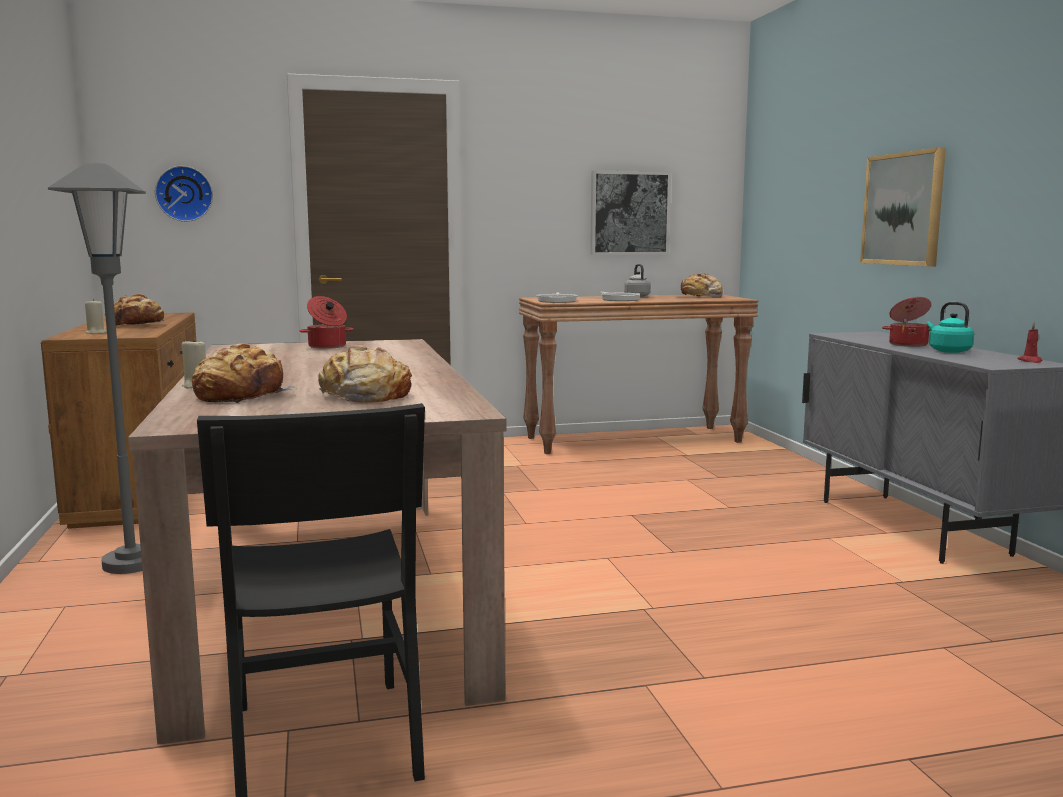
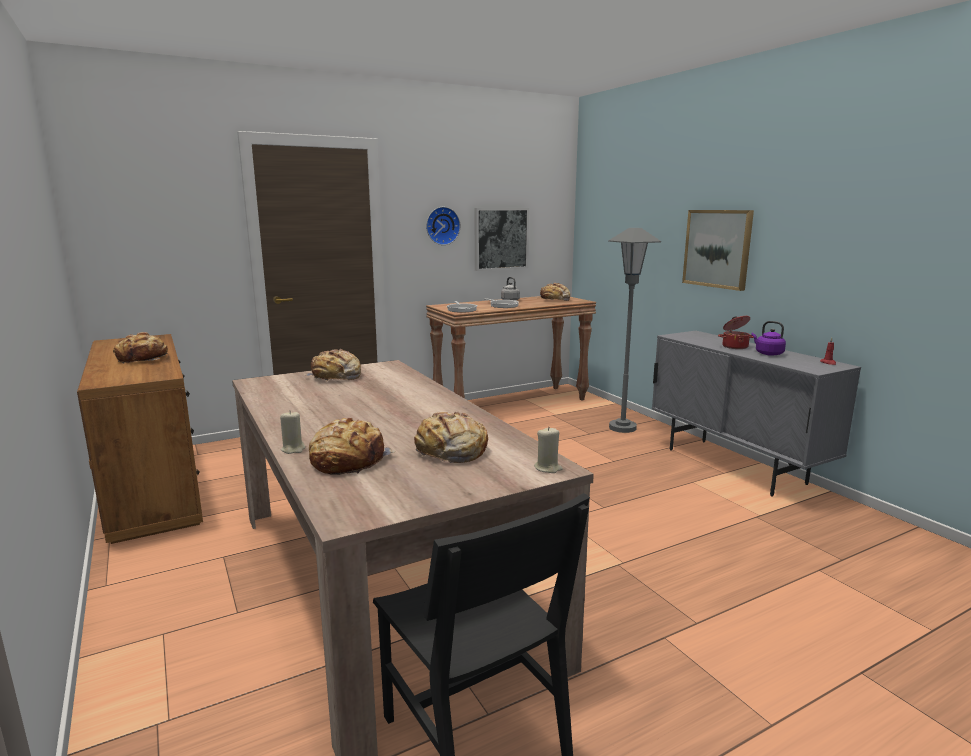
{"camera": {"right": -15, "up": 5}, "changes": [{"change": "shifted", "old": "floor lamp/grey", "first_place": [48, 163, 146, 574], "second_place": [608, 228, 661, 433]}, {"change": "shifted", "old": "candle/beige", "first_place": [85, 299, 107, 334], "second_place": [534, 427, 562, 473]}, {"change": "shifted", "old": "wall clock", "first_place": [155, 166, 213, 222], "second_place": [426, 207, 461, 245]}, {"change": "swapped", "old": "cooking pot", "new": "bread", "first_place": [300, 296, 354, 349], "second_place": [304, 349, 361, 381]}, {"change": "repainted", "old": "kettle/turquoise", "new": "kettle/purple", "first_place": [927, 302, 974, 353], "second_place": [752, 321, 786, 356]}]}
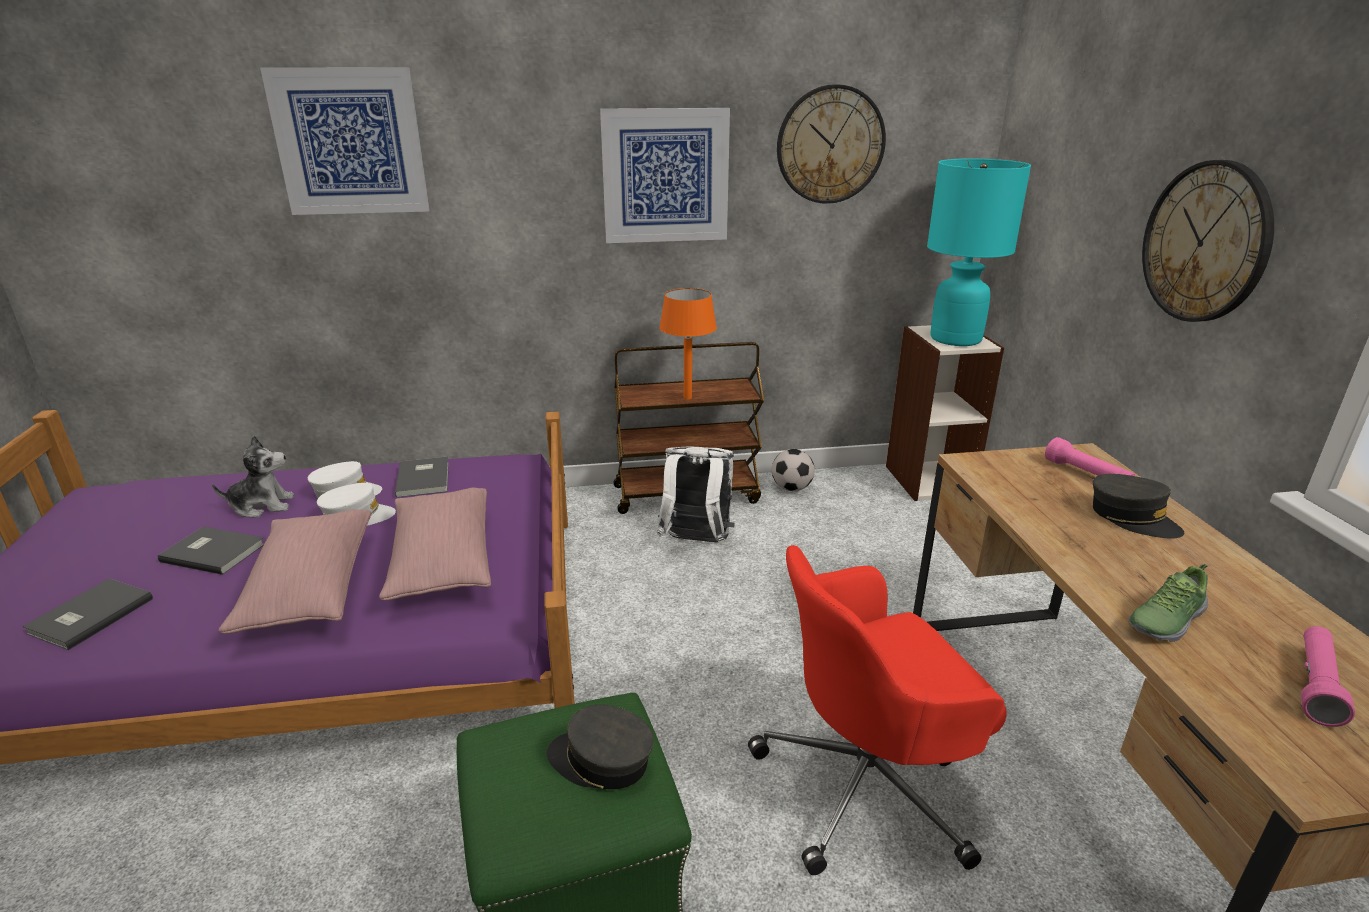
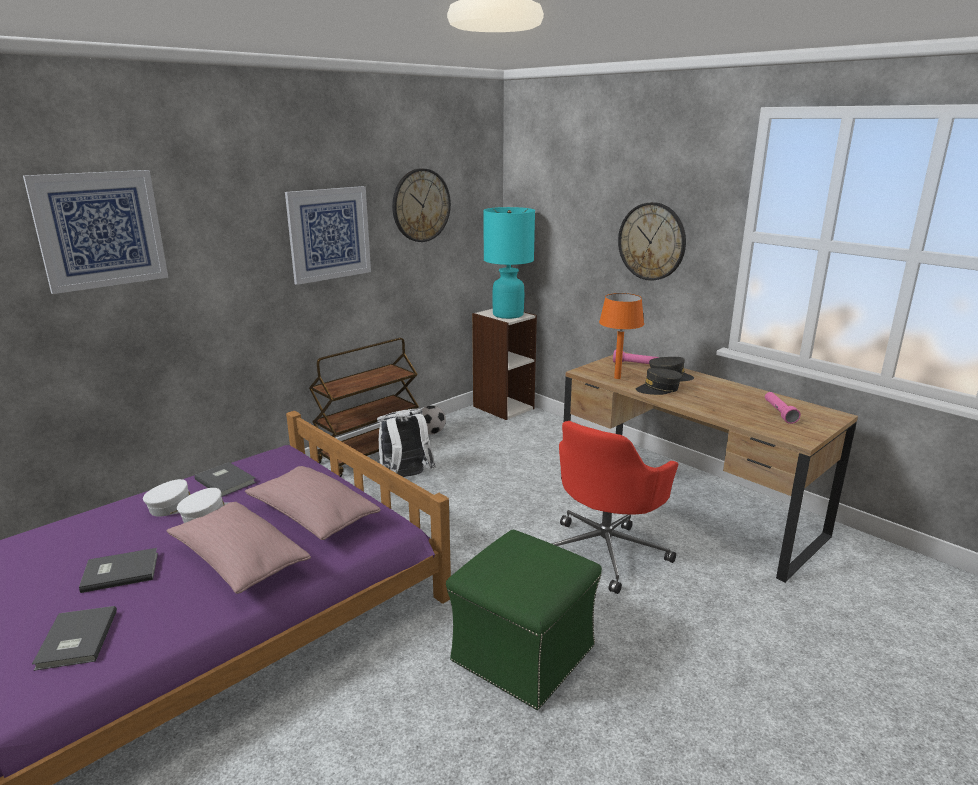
{"camera": {"right": -35, "up": -5}, "changes": [{"change": "gone", "old": "plush toy", "first_place": [212, 435, 294, 518]}, {"change": "shifted", "old": "cap/grey", "first_place": [547, 705, 654, 789], "second_place": [636, 368, 682, 395]}, {"change": "shifted", "old": "table lamp/orange", "first_place": [659, 288, 717, 399], "second_place": [599, 293, 644, 379]}, {"change": "gone", "old": "shoe", "first_place": [1128, 564, 1208, 642]}]}
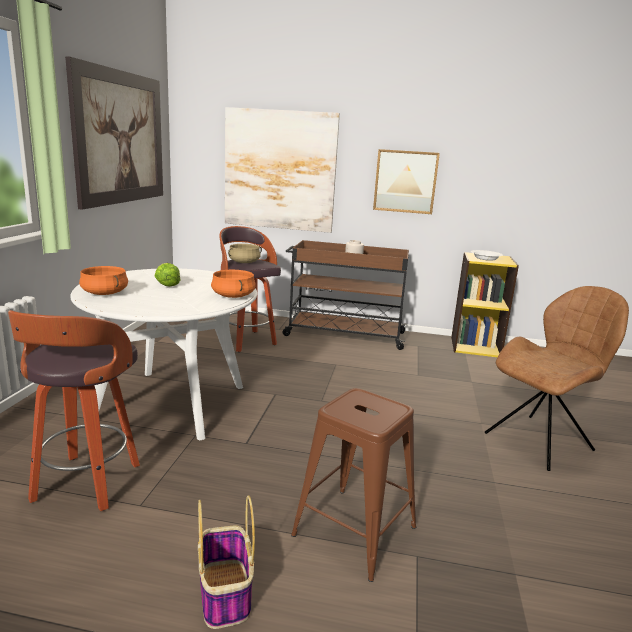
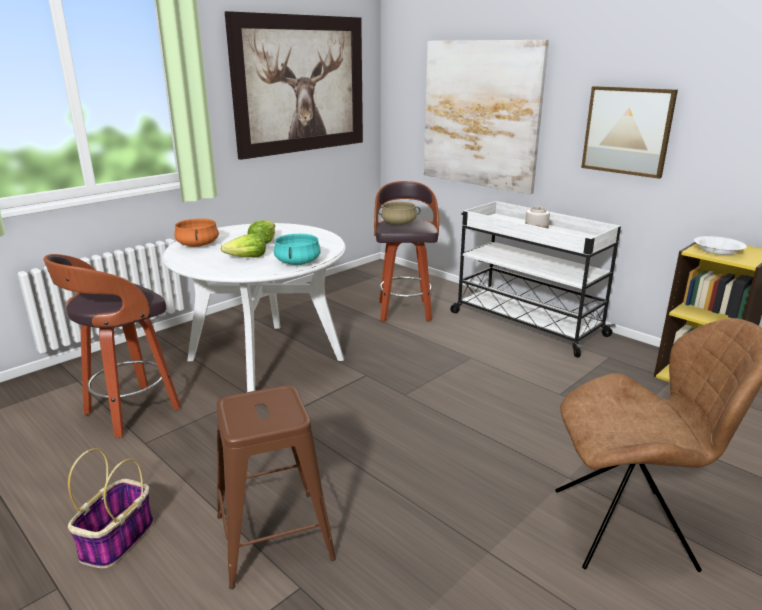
{"camera": {"right": 35, "up": 5}, "changes": [{"change": "repainted", "old": "cooking pot/orange", "new": "cooking pot/turquoise", "first_place": [211, 270, 256, 298], "second_place": [274, 234, 321, 265]}, {"change": "repainted", "old": "cart/brown", "new": "cart/white", "first_place": [283, 240, 409, 350], "second_place": [450, 201, 621, 358]}, {"change": "new", "new": "lettuce", "second_place": [221, 233, 266, 257]}]}
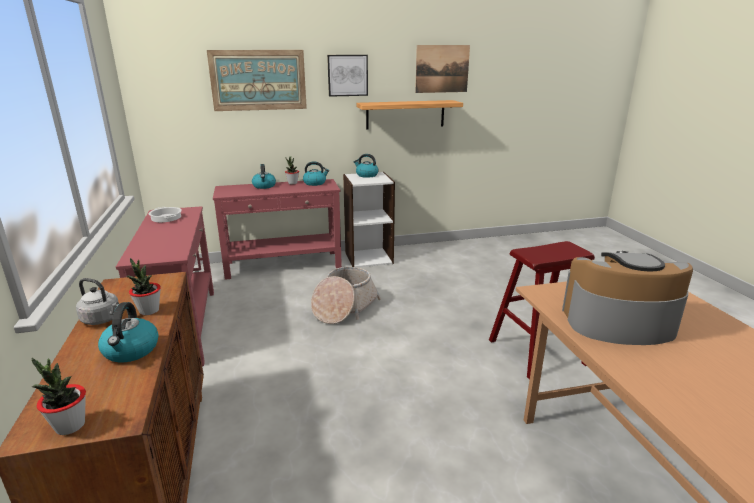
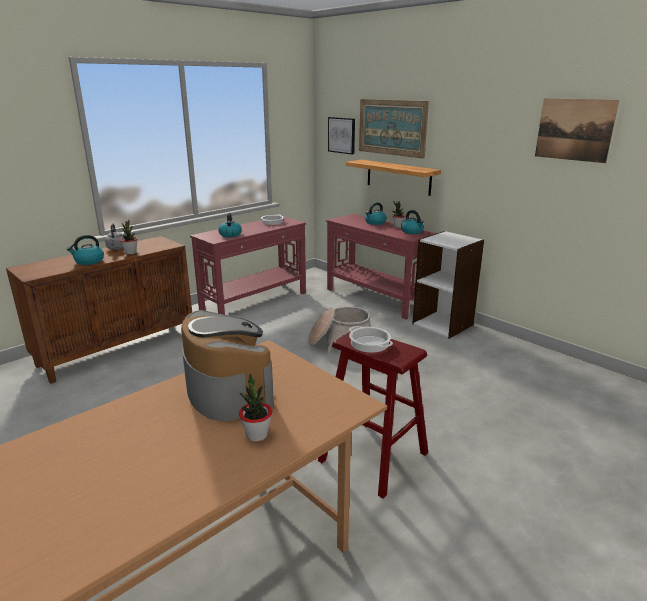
{"camera": {"right": 60, "up": 0}, "changes": [{"change": "shifted", "old": "potted plant", "first_place": [31, 358, 86, 435], "second_place": [239, 373, 272, 442]}, {"change": "shifted", "old": "picture", "first_place": [327, 55, 368, 97], "second_place": [328, 117, 355, 155]}, {"change": "shifted", "old": "kettle", "first_place": [354, 154, 378, 178], "second_place": [218, 213, 242, 237]}, {"change": "shifted", "old": "shelf", "first_place": [356, 100, 463, 129], "second_place": [346, 160, 441, 196]}, {"change": "new", "new": "cooking pot", "second_place": [349, 326, 393, 353]}]}
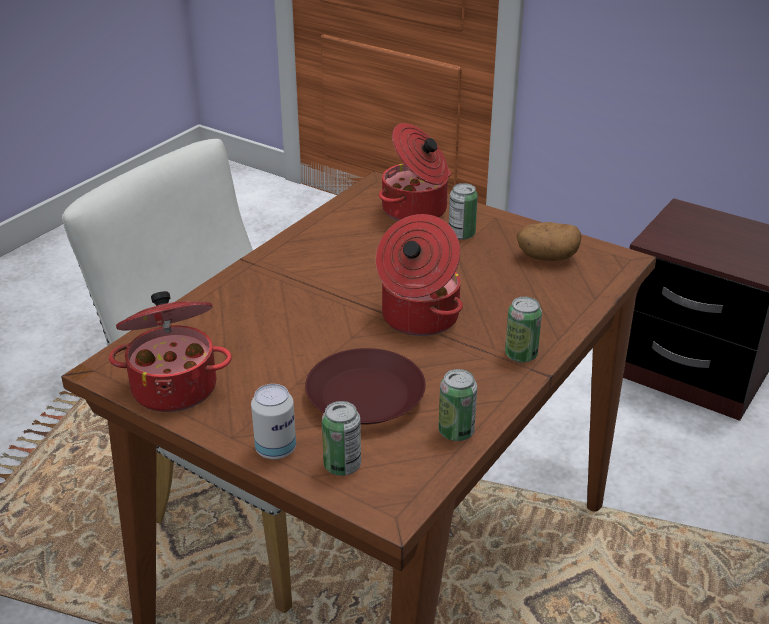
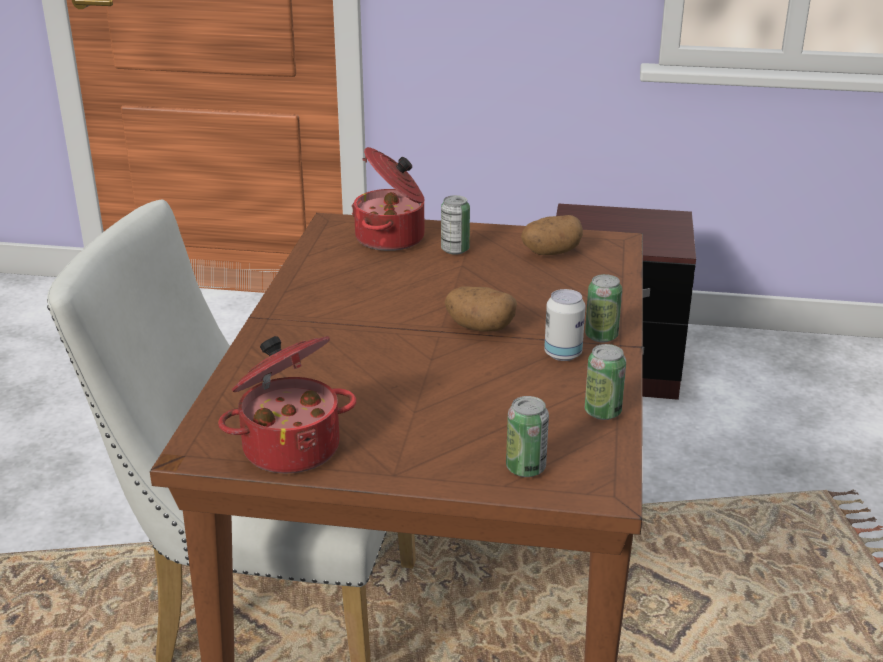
{"camera": {"right": -25, "up": -5}, "changes": [{"change": "shifted", "old": "can", "first_place": [251, 384, 296, 459], "second_place": [544, 289, 586, 361]}, {"change": "gone", "old": "plate/brown", "first_place": [305, 348, 426, 425]}, {"change": "swapped", "old": "cooking pot", "new": "potato", "first_place": [376, 214, 463, 336], "second_place": [445, 286, 517, 331]}]}
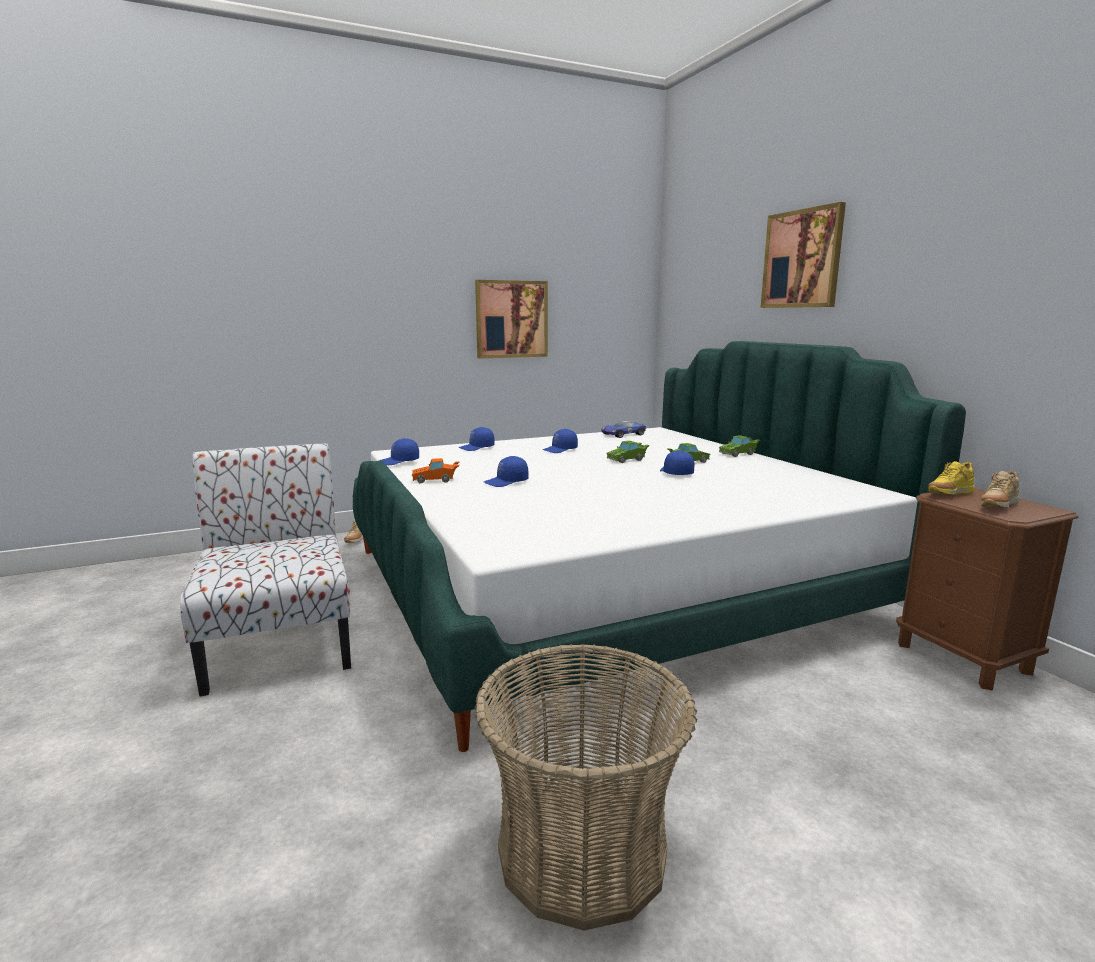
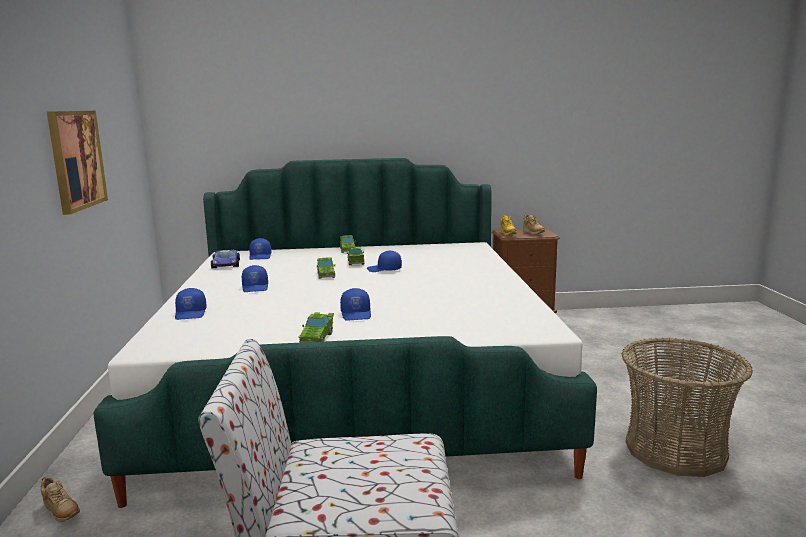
{"camera": {"right": -70, "up": 0}, "changes": [{"change": "shifted", "old": "cap/blue", "first_place": [379, 438, 419, 465], "second_place": [249, 238, 272, 260]}, {"change": "repainted", "old": "toy car/orange", "new": "toy car/green", "first_place": [412, 458, 460, 483], "second_place": [299, 312, 334, 343]}, {"change": "gone", "old": "picture", "first_place": [761, 202, 846, 308]}]}
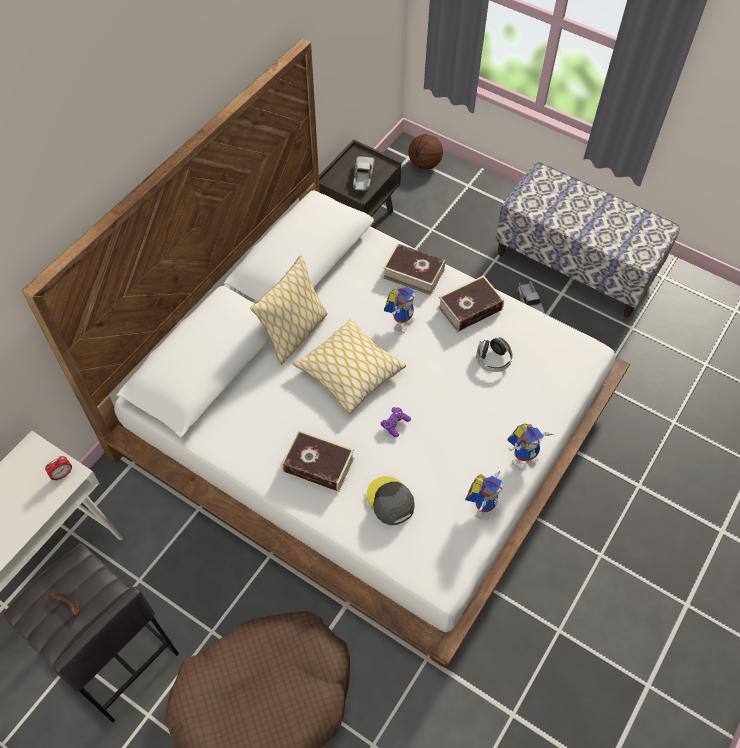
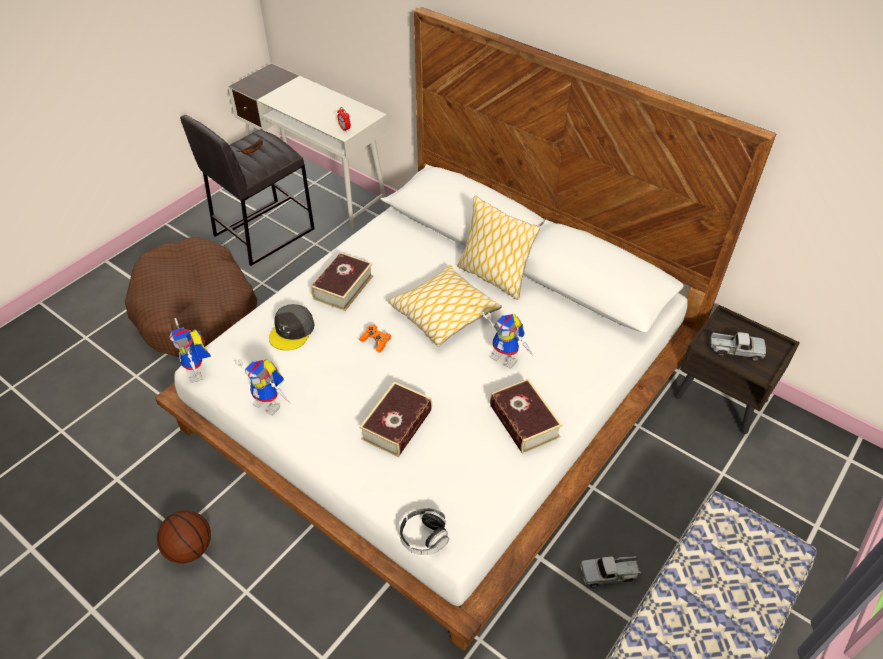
{"camera": {"right": 95, "up": -10}, "changes": [{"change": "rotated", "old": "cap/grey", "first_place": [367, 476, 414, 525], "second_place": [269, 304, 315, 351], "degrees": 135}, {"change": "repainted", "old": "game controller/purple", "new": "game controller/orange", "first_place": [381, 407, 411, 438], "second_place": [359, 325, 391, 353]}, {"change": "shifted", "old": "book", "first_place": [383, 243, 445, 296], "second_place": [359, 382, 432, 457]}, {"change": "shifted", "old": "basketball", "first_place": [408, 134, 443, 170], "second_place": [157, 510, 211, 564]}, {"change": "shifted", "old": "headphones", "first_place": [476, 337, 513, 372], "second_place": [399, 508, 449, 555]}, {"change": "shifted", "old": "toy robot", "first_place": [507, 424, 554, 471], "second_place": [169, 318, 211, 383]}]}
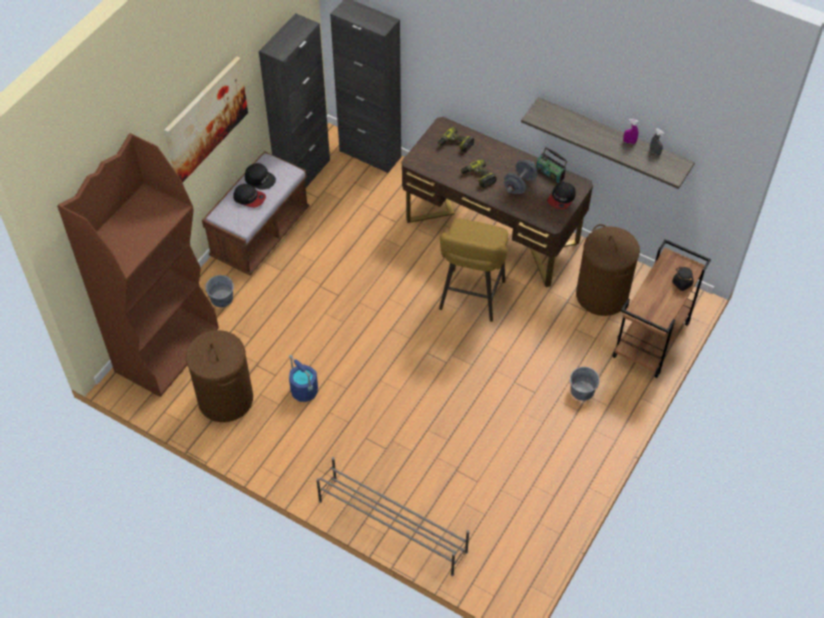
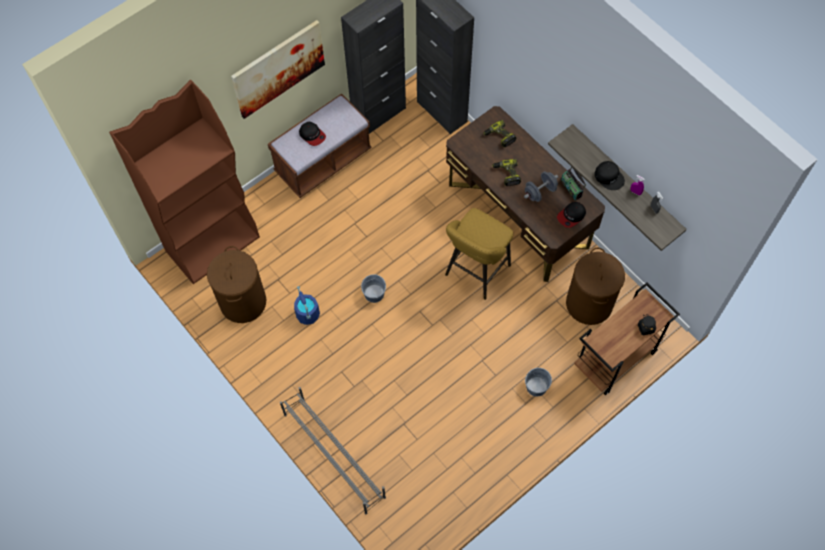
{"camera": {"right": 20, "up": 10}, "changes": [{"change": "shifted", "old": "bucket/grey", "first_place": [205, 275, 234, 308], "second_place": [361, 274, 386, 303]}, {"change": "shifted", "old": "cap/black", "first_place": [245, 163, 276, 190], "second_place": [594, 161, 625, 190]}]}
